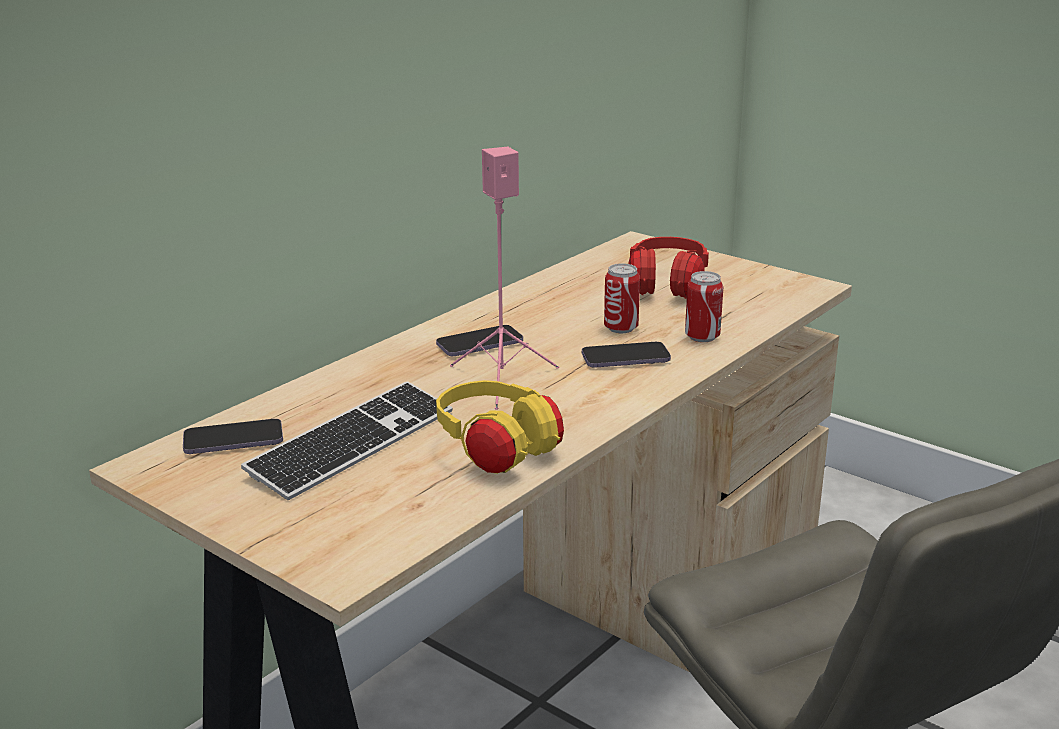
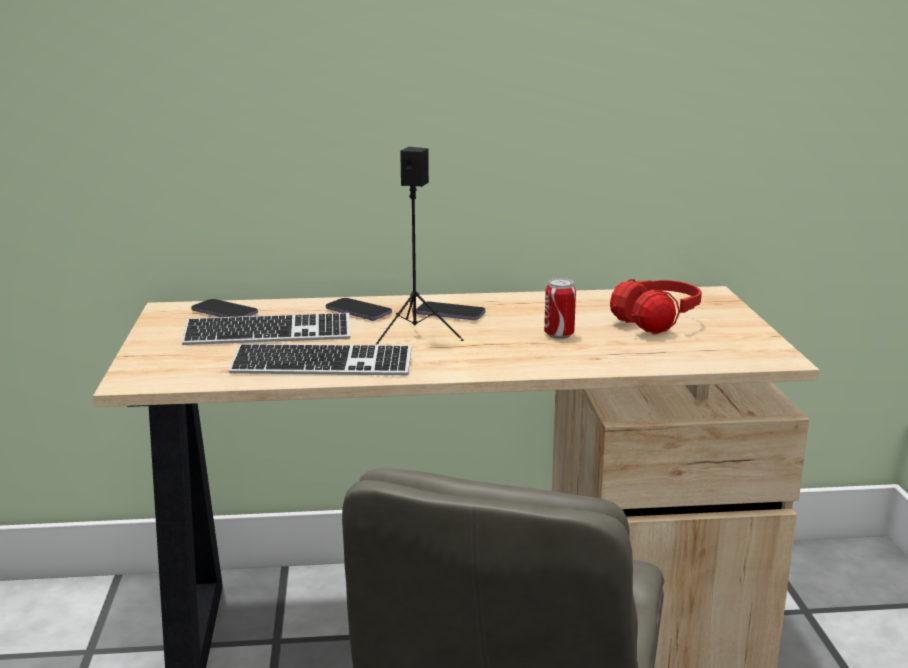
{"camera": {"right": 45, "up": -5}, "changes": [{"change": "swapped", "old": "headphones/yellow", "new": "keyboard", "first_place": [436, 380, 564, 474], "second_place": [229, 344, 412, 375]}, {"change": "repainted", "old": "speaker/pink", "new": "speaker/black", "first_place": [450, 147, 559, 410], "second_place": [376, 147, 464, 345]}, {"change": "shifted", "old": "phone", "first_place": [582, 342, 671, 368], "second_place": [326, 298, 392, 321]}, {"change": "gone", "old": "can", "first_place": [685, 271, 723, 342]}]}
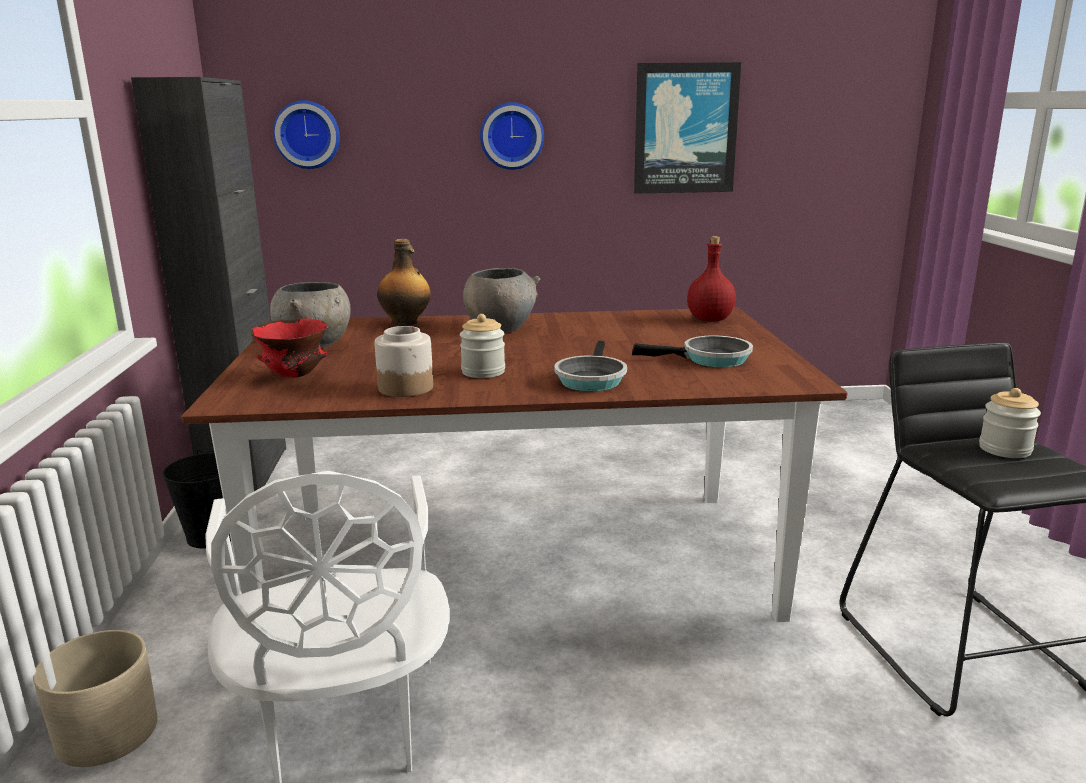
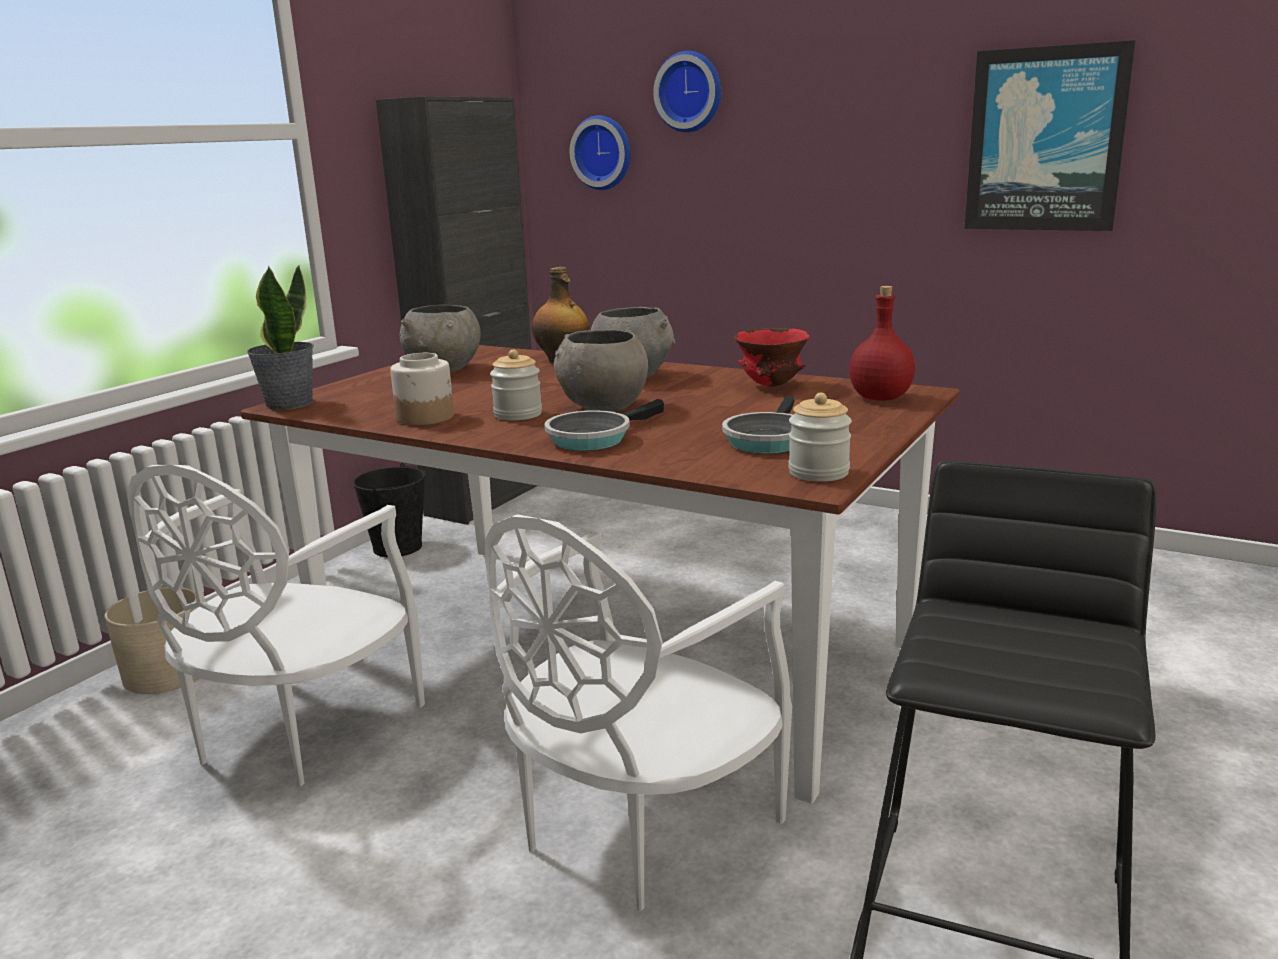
{"camera": {"right": 35, "up": 0}, "changes": [{"change": "shifted", "old": "bowl/red", "first_place": [250, 318, 328, 378], "second_place": [734, 328, 810, 387]}, {"change": "shifted", "old": "wall clock", "first_place": [480, 102, 544, 170], "second_place": [653, 51, 721, 132]}, {"change": "rotated", "old": "frying pan", "first_place": [632, 335, 753, 367], "second_place": [722, 396, 795, 454], "degrees": 75}, {"change": "shifted", "old": "jar", "first_place": [979, 388, 1041, 458], "second_place": [788, 393, 852, 482]}, {"change": "new", "new": "potted plant", "second_place": [247, 265, 314, 410]}, {"change": "new", "new": "chair/white", "second_place": [485, 514, 792, 911]}, {"change": "new", "new": "bowl/grey", "second_place": [554, 329, 648, 412]}]}
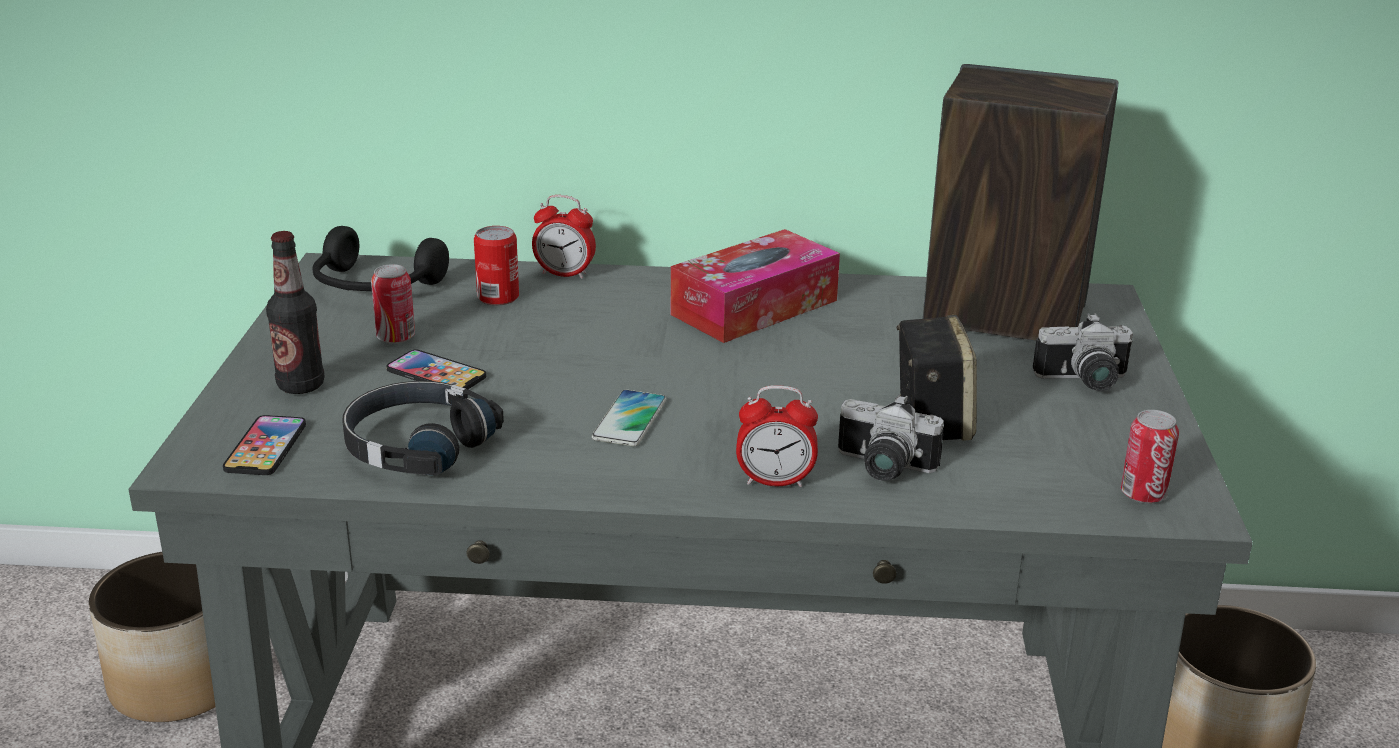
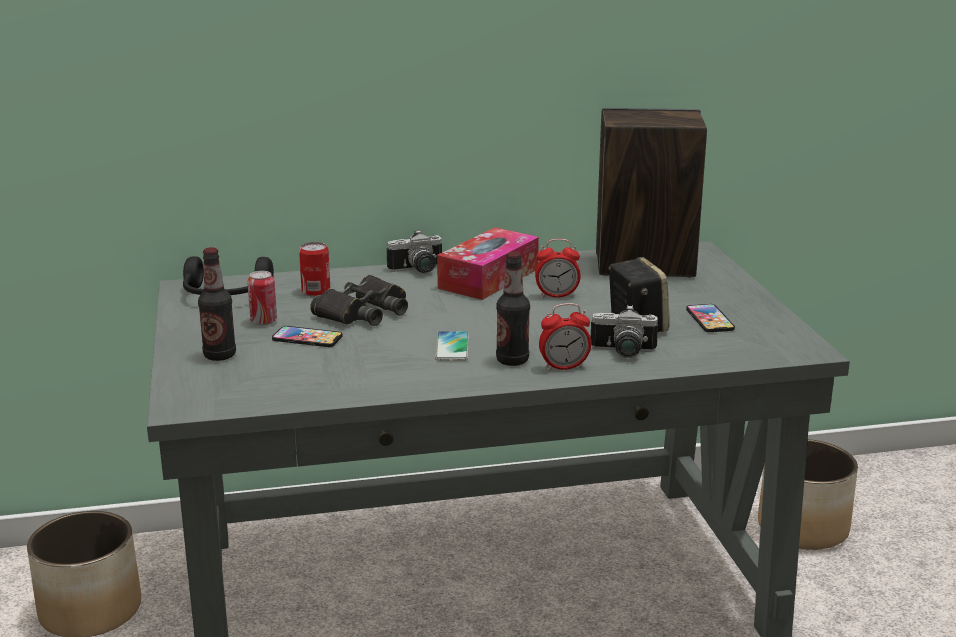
{"camera": {"right": -15, "up": -5}, "changes": [{"change": "shifted", "old": "phone", "first_place": [223, 415, 306, 475], "second_place": [686, 304, 735, 332]}, {"change": "gone", "old": "headphones/black", "first_place": [342, 381, 504, 476]}, {"change": "shifted", "old": "alarm clock", "first_place": [532, 195, 596, 279], "second_place": [535, 239, 581, 298]}, {"change": "shifted", "old": "photo camera", "first_place": [1033, 313, 1133, 391], "second_place": [387, 229, 442, 273]}, {"change": "gone", "old": "can", "first_place": [1121, 410, 1179, 503]}, {"change": "new", "new": "binoculars/black", "second_place": [310, 275, 408, 326]}, {"change": "new", "new": "bottle", "second_place": [496, 251, 530, 366]}]}
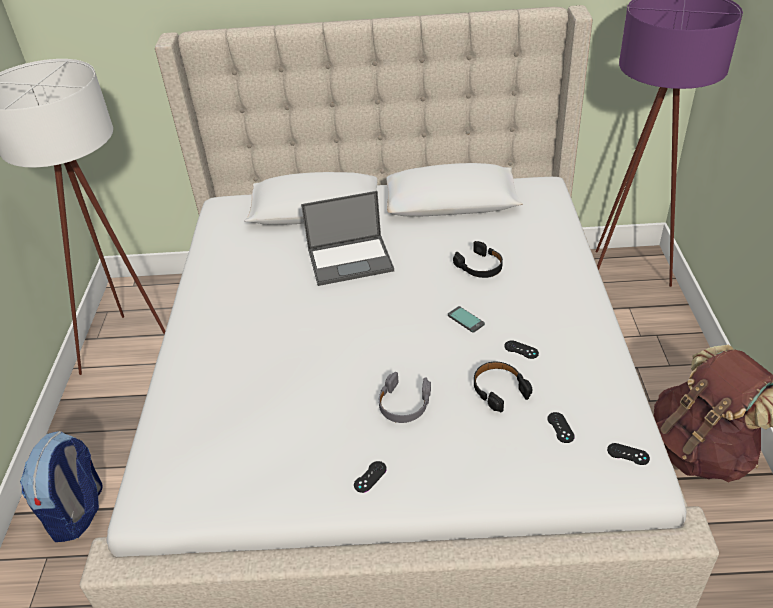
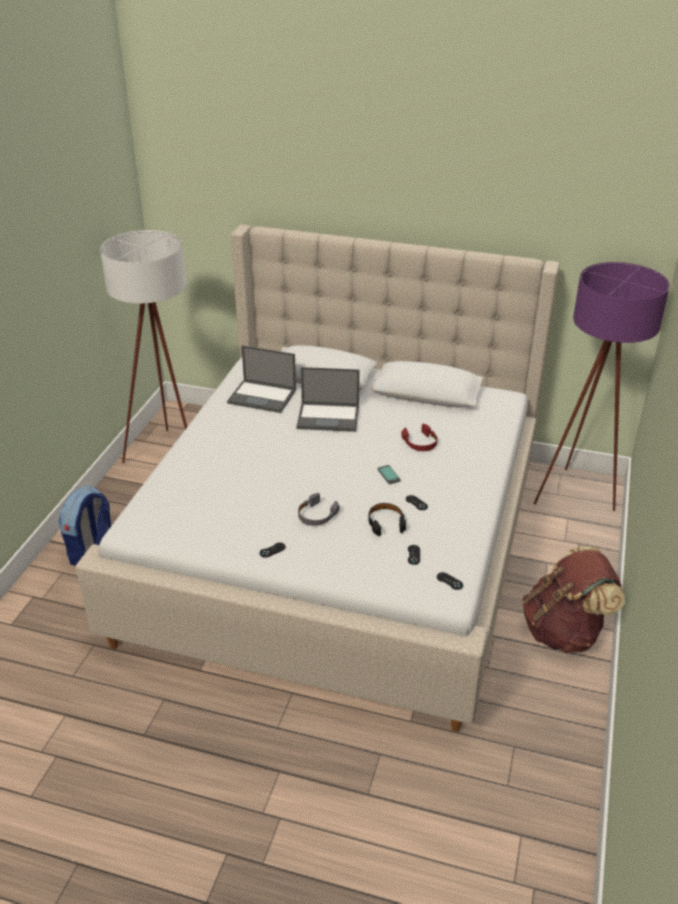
{"camera": {"right": 15, "up": -5}, "changes": [{"change": "repainted", "old": "headphones/black", "new": "headphones/red", "first_place": [453, 241, 503, 278], "second_place": [401, 423, 437, 451]}, {"change": "new", "new": "laptop", "second_place": [227, 345, 296, 413]}]}
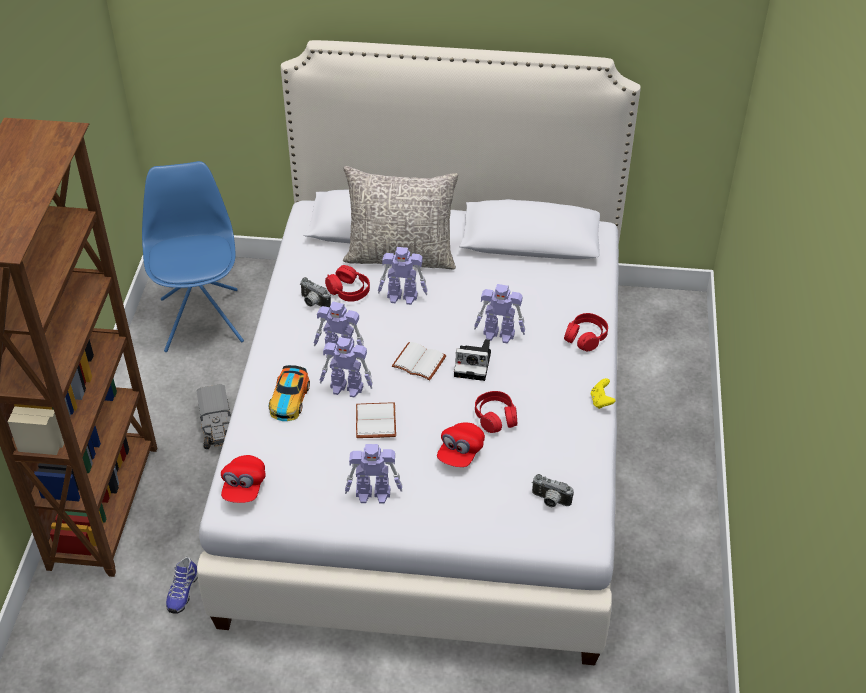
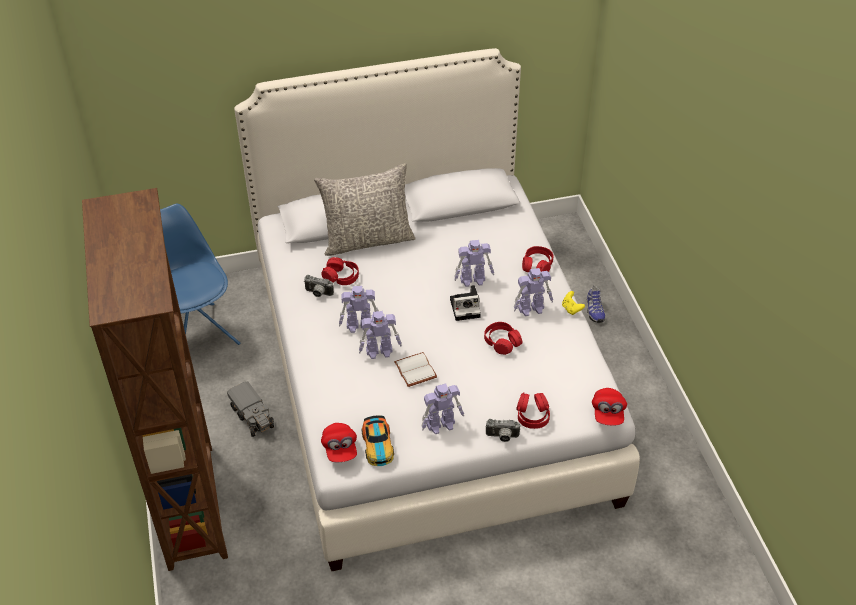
{"camera": {"right": -20, "up": 0}, "changes": [{"change": "shifted", "old": "shoe", "first_place": [166, 557, 198, 614], "second_place": [587, 285, 605, 323]}, {"change": "shifted", "old": "toy car", "first_place": [269, 365, 310, 421], "second_place": [361, 416, 394, 466]}, {"change": "shifted", "old": "toy robot", "first_place": [378, 247, 428, 305], "second_place": [514, 268, 553, 316]}, {"change": "gone", "old": "book/white", "first_place": [392, 342, 447, 380]}, {"change": "shifted", "old": "cap/red", "first_place": [437, 422, 485, 467], "second_place": [592, 388, 627, 425]}, {"change": "shifted", "old": "photo camera", "first_place": [532, 474, 574, 507], "second_place": [486, 419, 520, 442]}, {"change": "new", "new": "headphones/red", "second_place": [516, 392, 550, 429]}]}
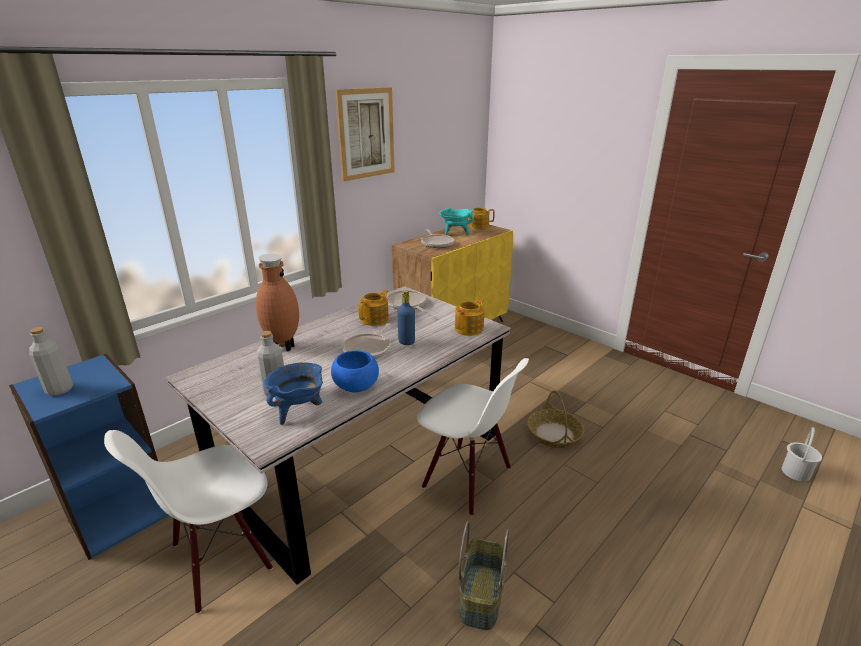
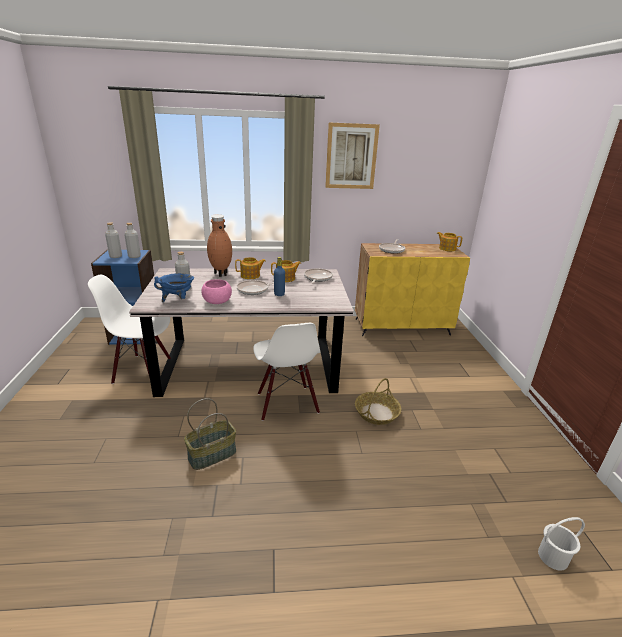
{"camera": {"right": 40, "up": 0}, "changes": [{"change": "repainted", "old": "bowl/blue", "new": "bowl/pink", "first_place": [331, 350, 379, 392], "second_place": [201, 279, 232, 304]}, {"change": "gone", "old": "cooking pot/turquoise", "first_place": [440, 208, 474, 235]}, {"change": "shifted", "old": "teapot", "first_place": [455, 298, 484, 336], "second_place": [235, 257, 266, 279]}, {"change": "new", "new": "bottle/grey", "second_place": [125, 223, 141, 258]}]}
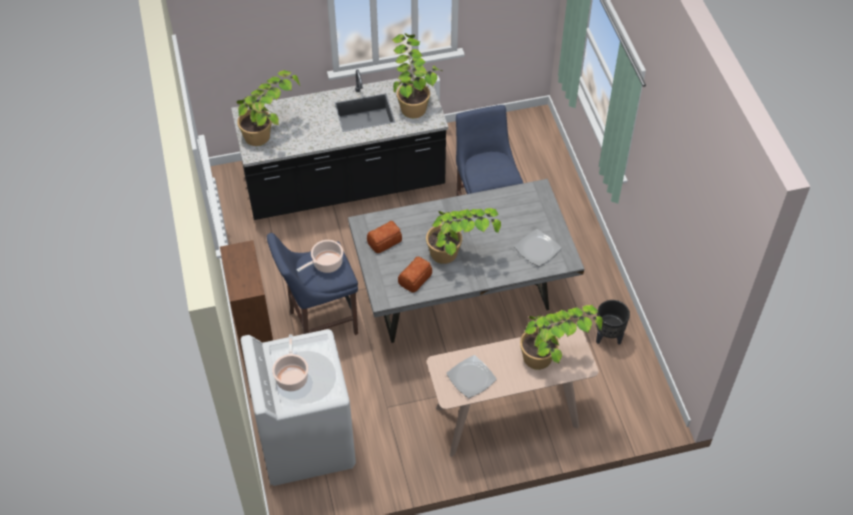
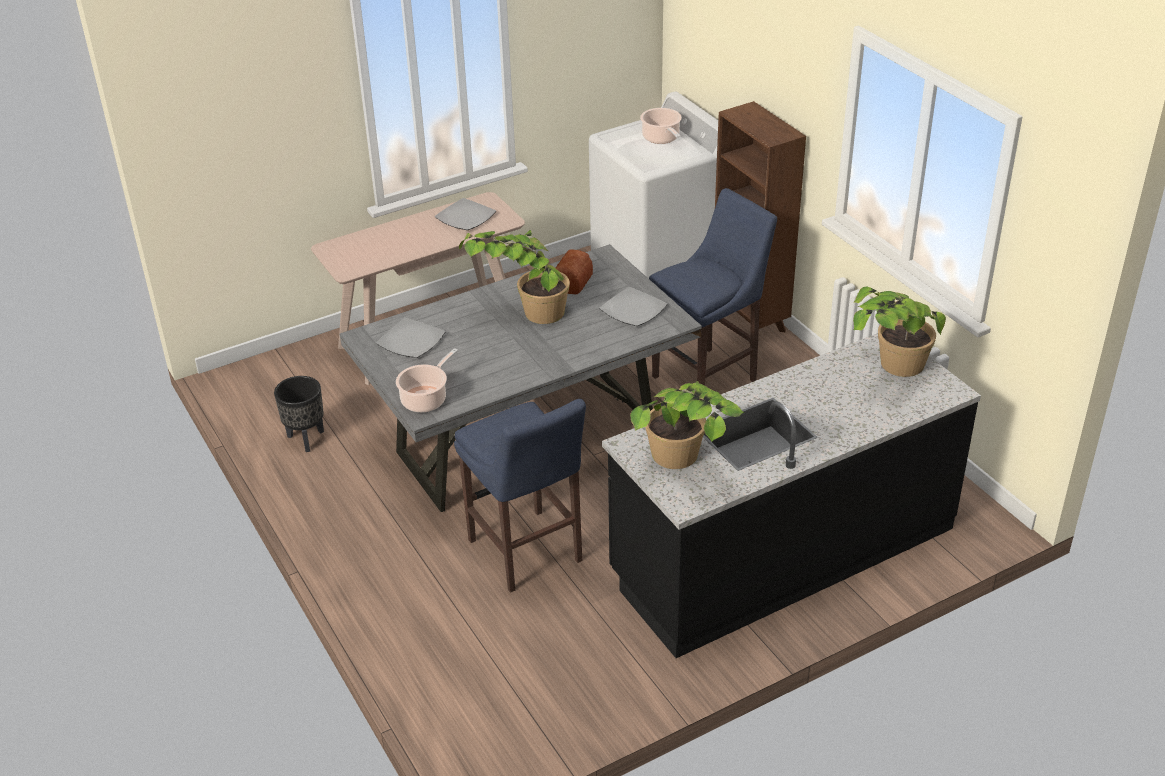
{"camera": {"right": 165, "up": -15}, "changes": [{"change": "shifted", "old": "cooking pot", "first_place": [297, 240, 343, 273], "second_place": [396, 348, 458, 412]}, {"change": "swapped", "old": "bread", "new": "plate", "first_place": [367, 221, 402, 253], "second_place": [599, 287, 667, 326]}, {"change": "gone", "old": "potted plant", "first_place": [520, 305, 603, 370]}]}
